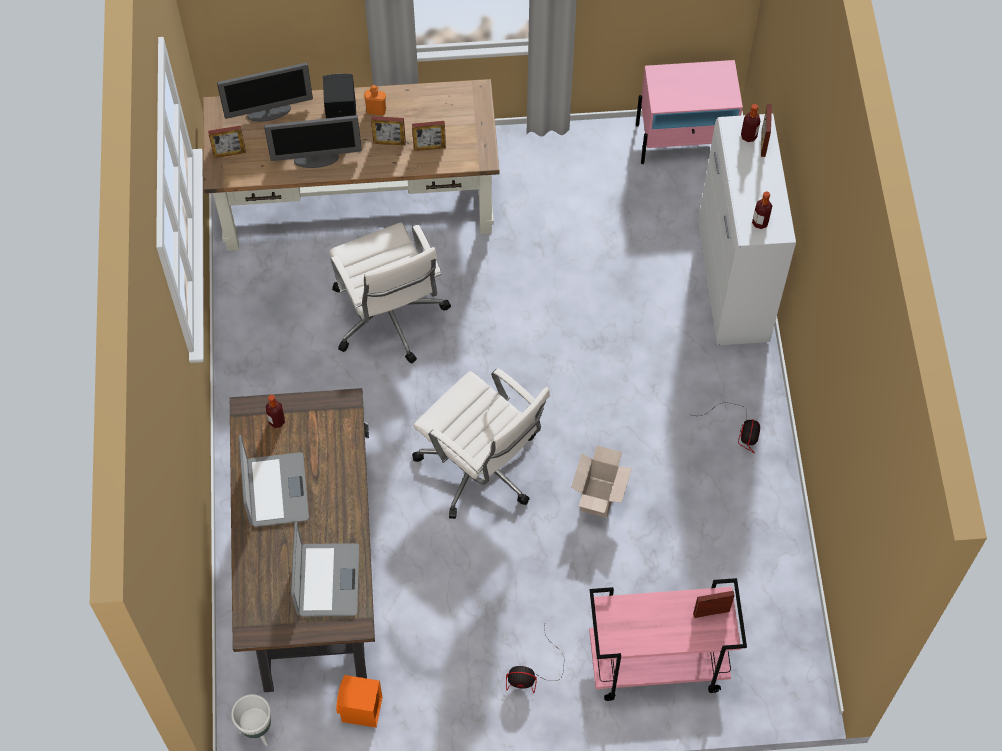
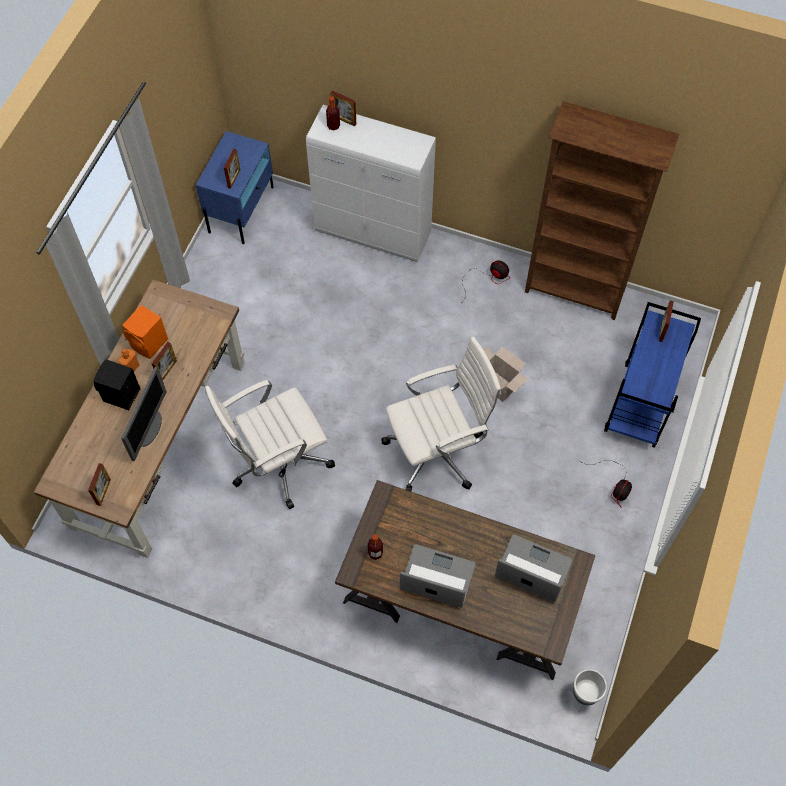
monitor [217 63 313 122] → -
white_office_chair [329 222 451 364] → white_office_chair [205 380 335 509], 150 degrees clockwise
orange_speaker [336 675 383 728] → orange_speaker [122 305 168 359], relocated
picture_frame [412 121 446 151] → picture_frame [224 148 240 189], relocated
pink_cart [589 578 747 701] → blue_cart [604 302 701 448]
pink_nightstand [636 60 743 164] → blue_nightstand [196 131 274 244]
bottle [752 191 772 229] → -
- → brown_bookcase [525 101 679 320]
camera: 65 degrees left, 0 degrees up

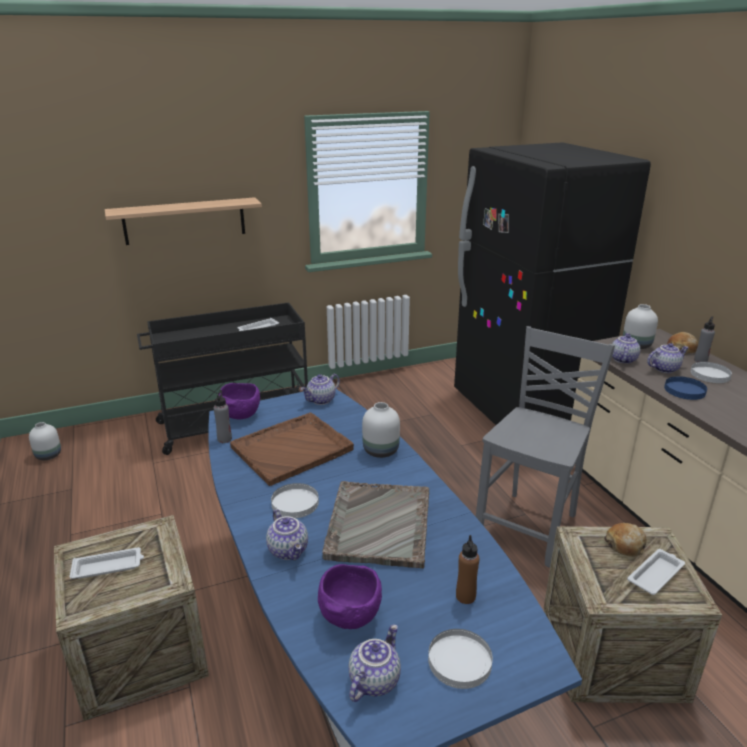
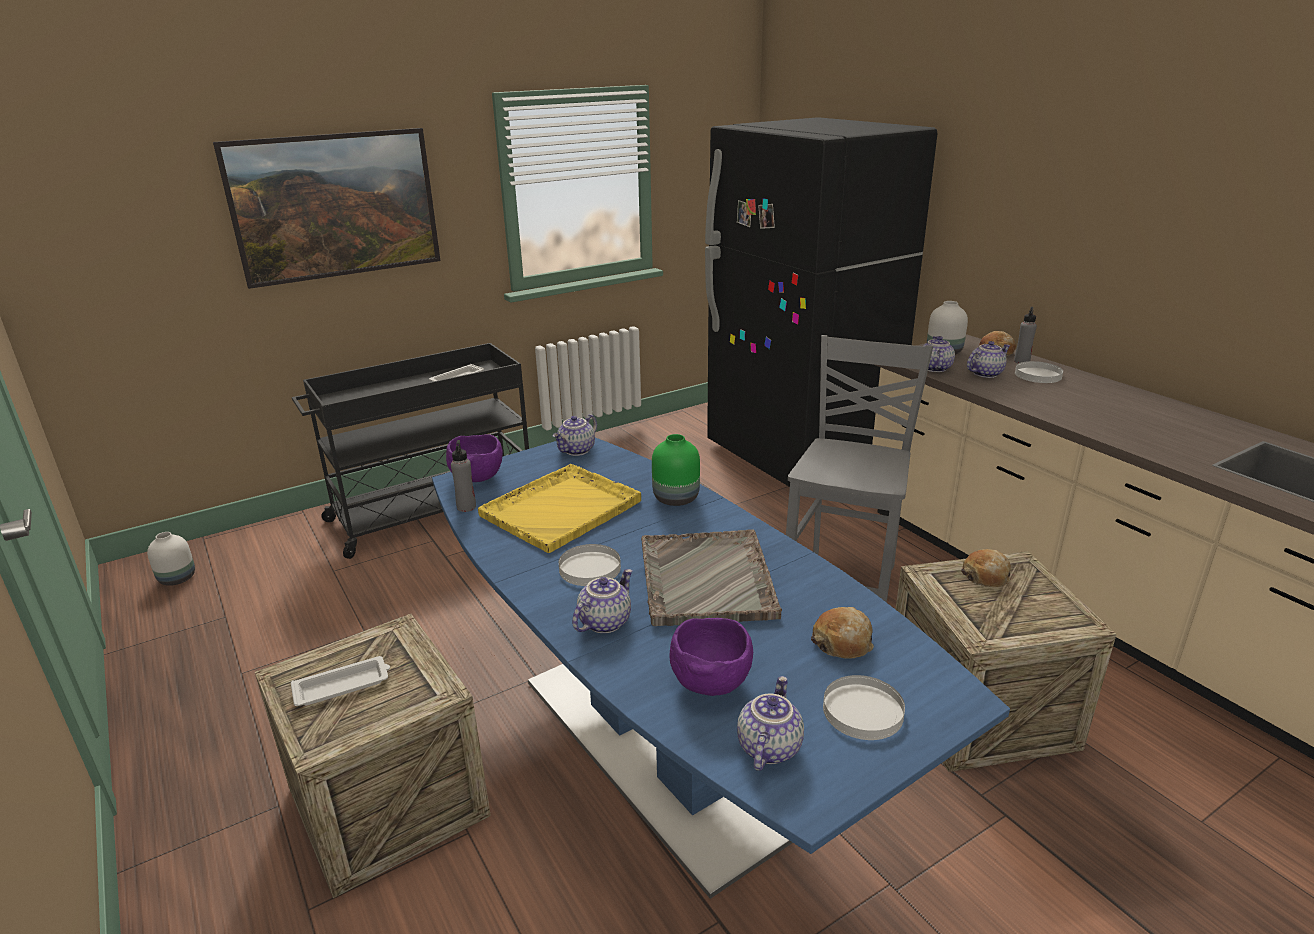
shelf [105 197 262 245] → picture [213 128 441 289]
brown_tray [230 412 354 486] → yellow_tray [478 464 641 553]
teapot [266 509 308 560] → teapot [572 569 633 633], 105 degrees counterclockwise
white_vase [362 402 400 458] → green_vase [652 434 700 506]
brown_bottle [456 535 480 604] → bread [811 607 874 659]
white_tray [627 549 685 595] → -
blue_plate [664 376 707 400] → -
camera: 10 degrees left, 0 degrees up

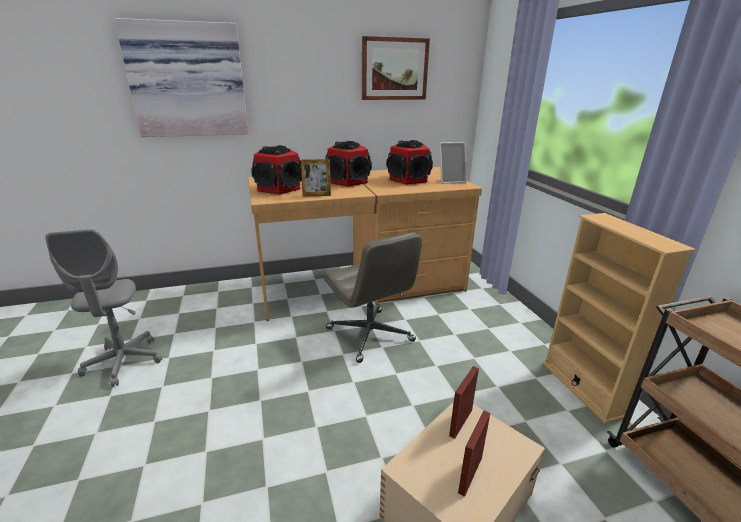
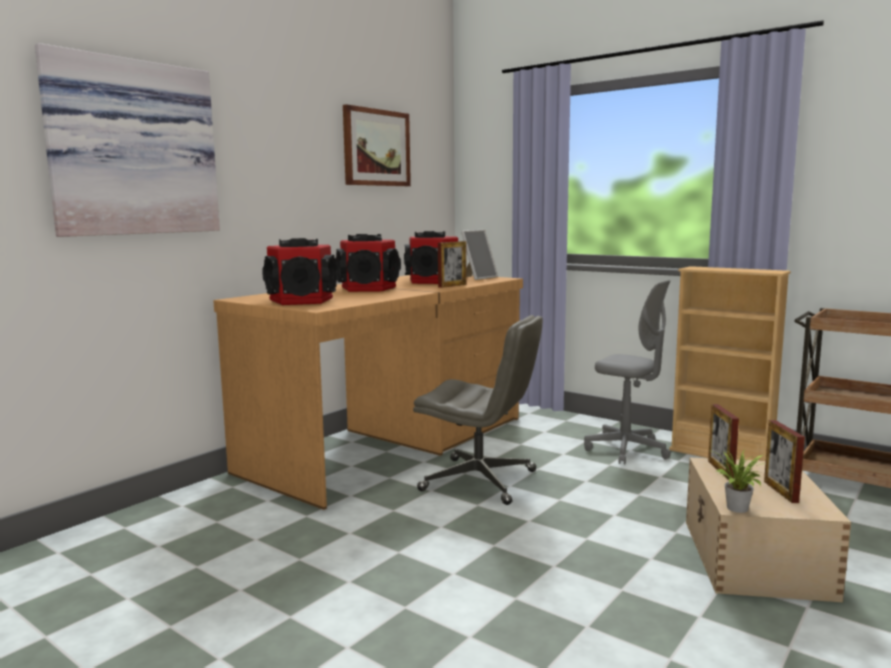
grey_office_chair [45 230 162 387] → grey_office_chair [584 280 671 465], relocated
picture_frame [301 159 331 197] → picture_frame [438 241 466 288], relocated
- → potted_plant [711 451 763 513]
camera: 35 degrees left, 15 degrees down

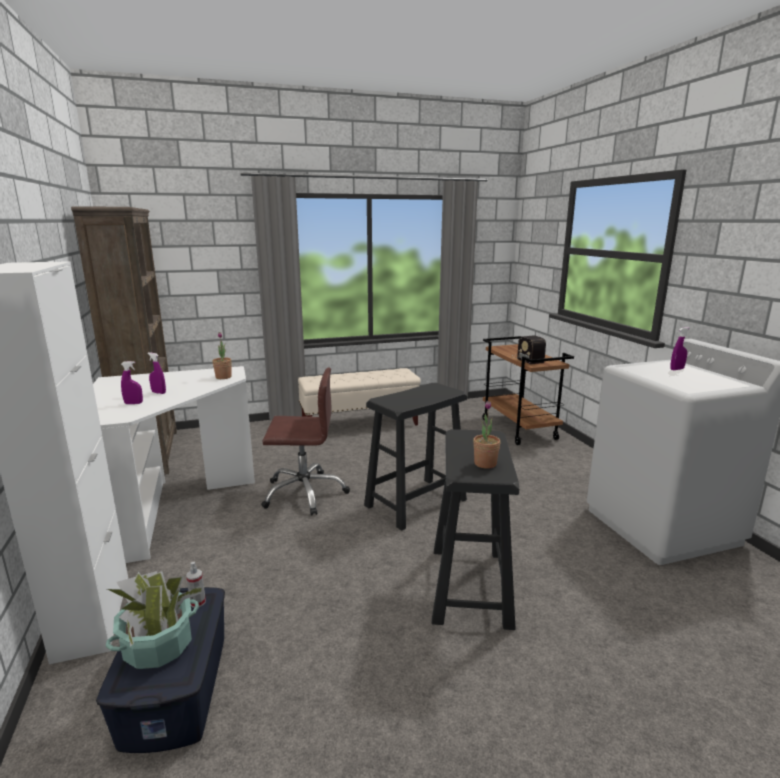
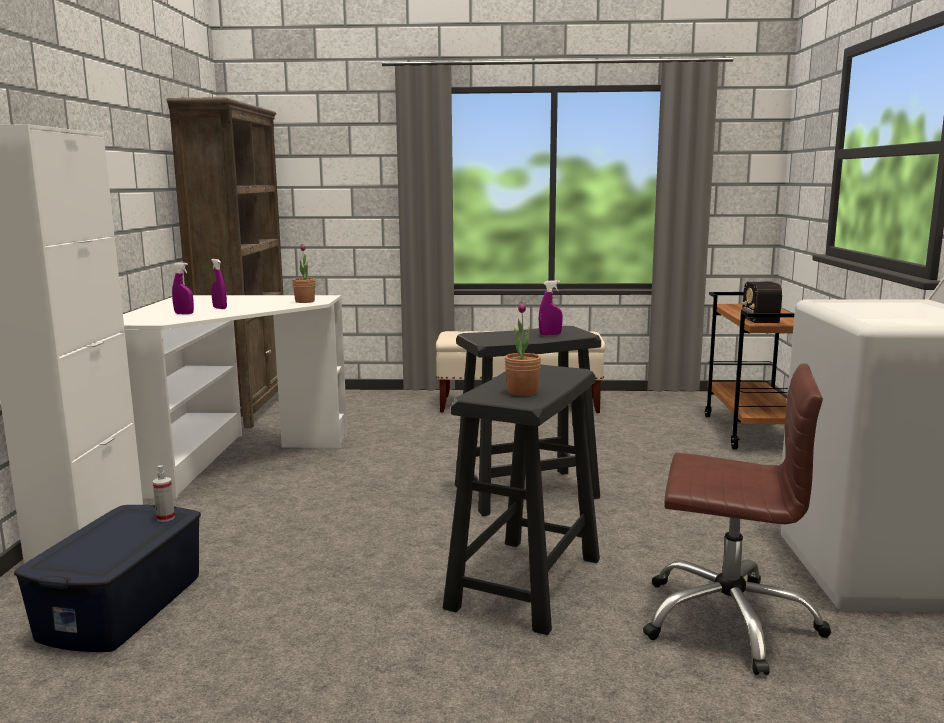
potted_plant [106 571 204 669] → -
brown_office_chair [261 367 350 516] → brown_office_chair [643 364 831 675], relocated
purple_spray_bottle [670 327 690 370] → purple_spray_bottle [539 280 563 335], relocated
camera: 20 degrees right, 5 degrees down

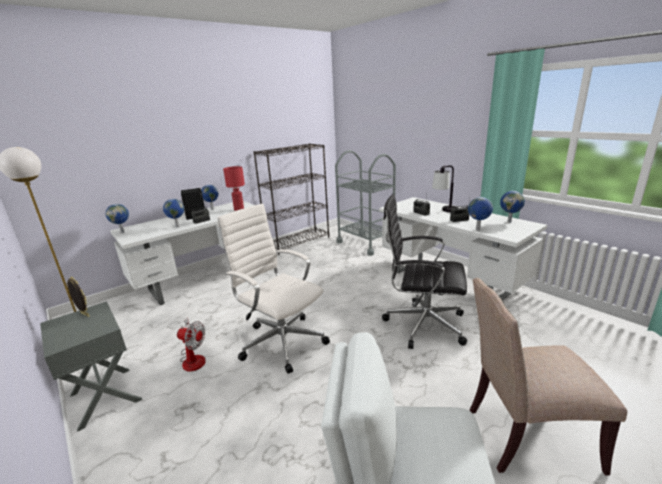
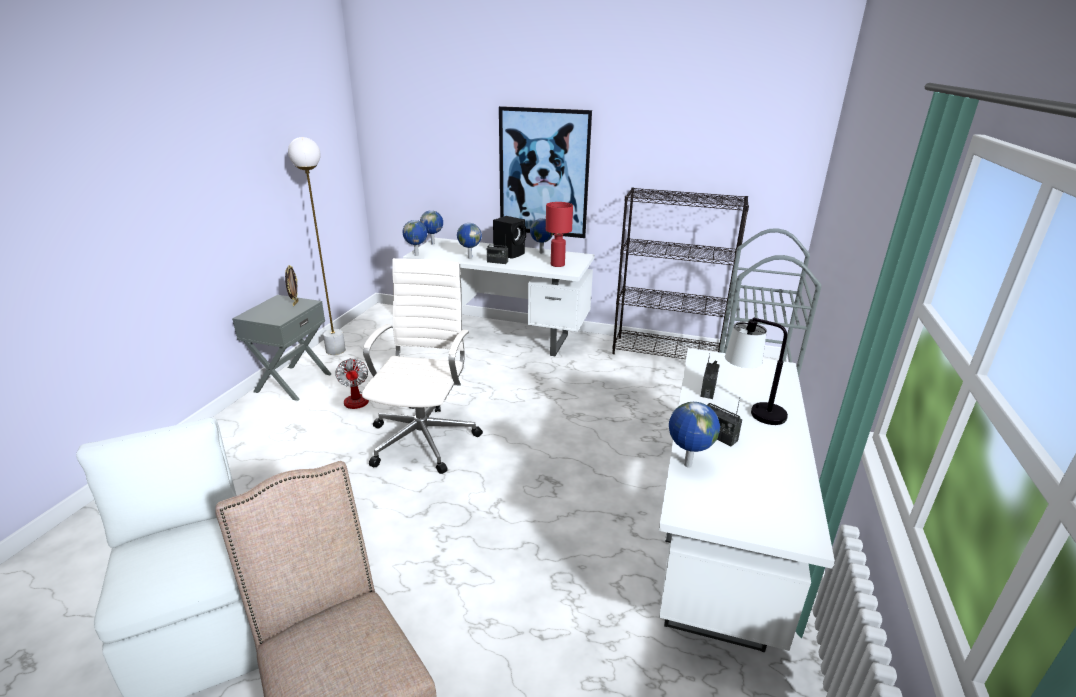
black_office_chair [382 194 467 349] → -
globe [500 191 525 223] → globe [403 220 427 256], relocated
- → picture [499 106 592 238]
camera: 55 degrees right, 5 degrees up

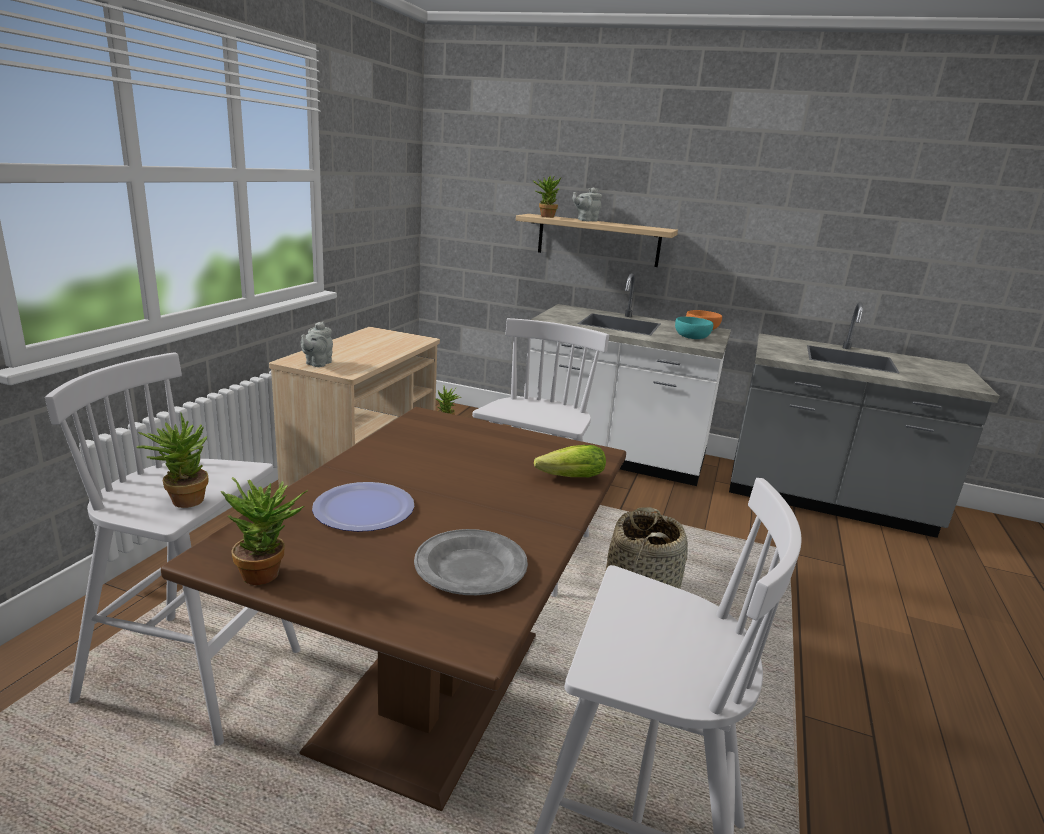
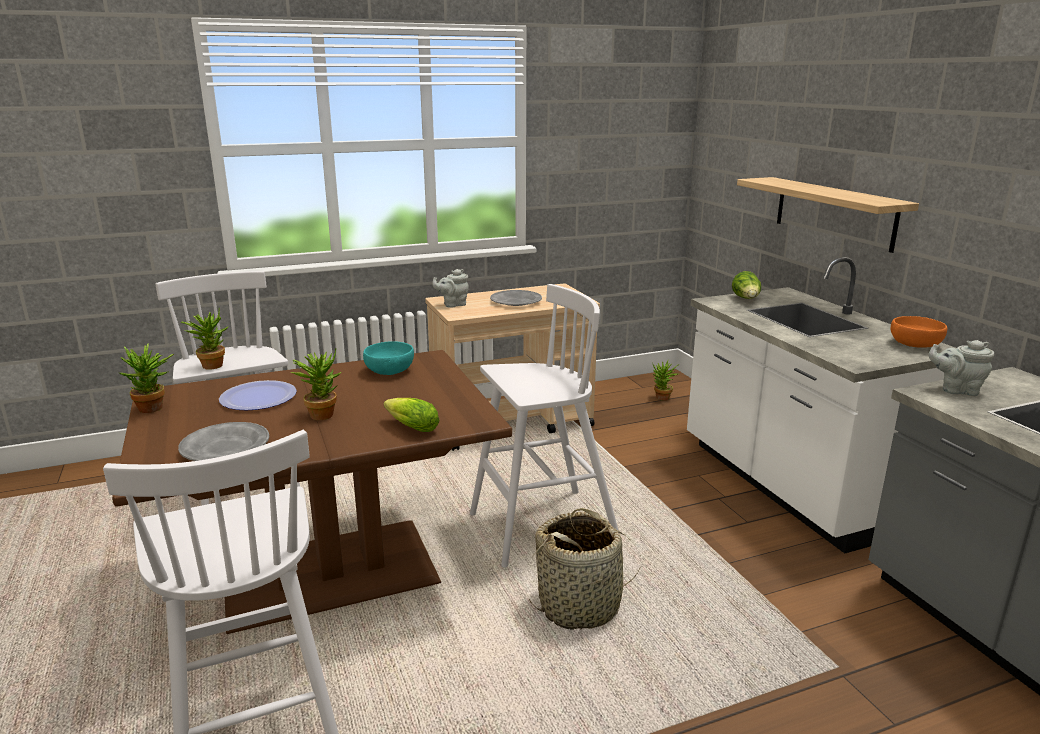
potted_plant [534 175 561 218] → potted_plant [291 349 341 420], relocated
grey_teapot [573 187 602 222] → grey_teapot [929 340 994 396], relocated
turquoise_bowl [675 317 713 339] → turquoise_bowl [363 341 414 375], relocated
- → grey_plate [490 290 542 306]
- → lettuce [732 271 761 299]
camera: 50 degrees right, 0 degrees up

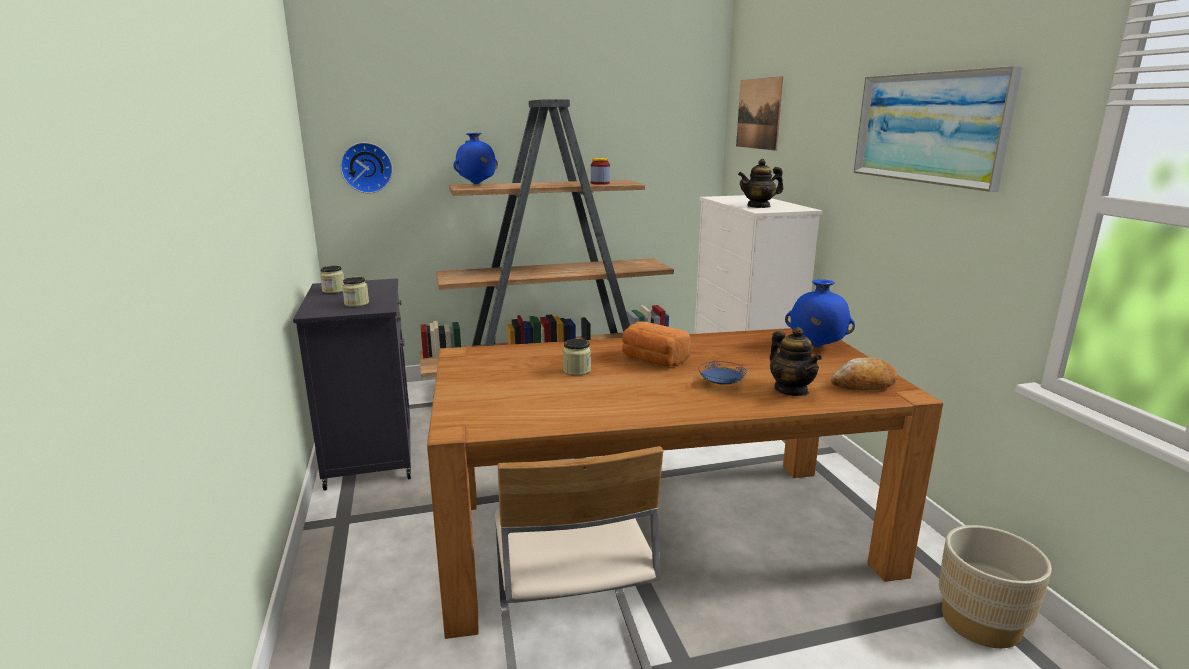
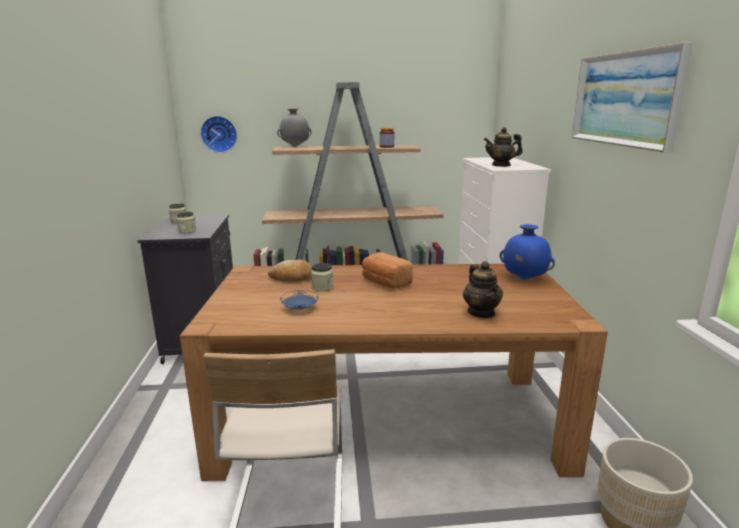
blue_vase [453 133 498 184] → grey_vase [277 108 312 147]
blue_plate [698 361 747 385] → blue_plate [280 290 319 309], relocated
picture [736 76 783 151] → -
bread [831 357 897 390] → bread [268 260 313 281], relocated
camera: 10 degrees right, 0 degrees up

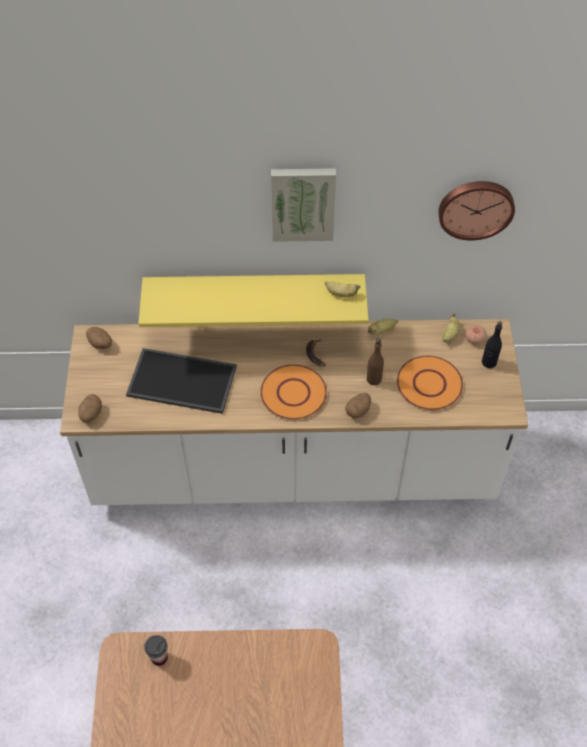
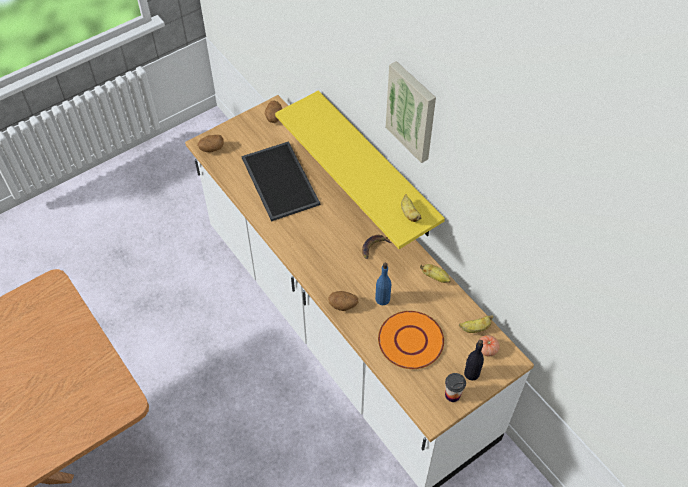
cup [144 635 168 666] → cup [445 373 466 402], relocated
orange_plate [260 364 327 420] → -
brown_bottle [367 339 384 385] → blue_bottle [375 263 391 306]
wall_clock [438 181 515 241] → -
camera: 55 degrees right, 0 degrees up

